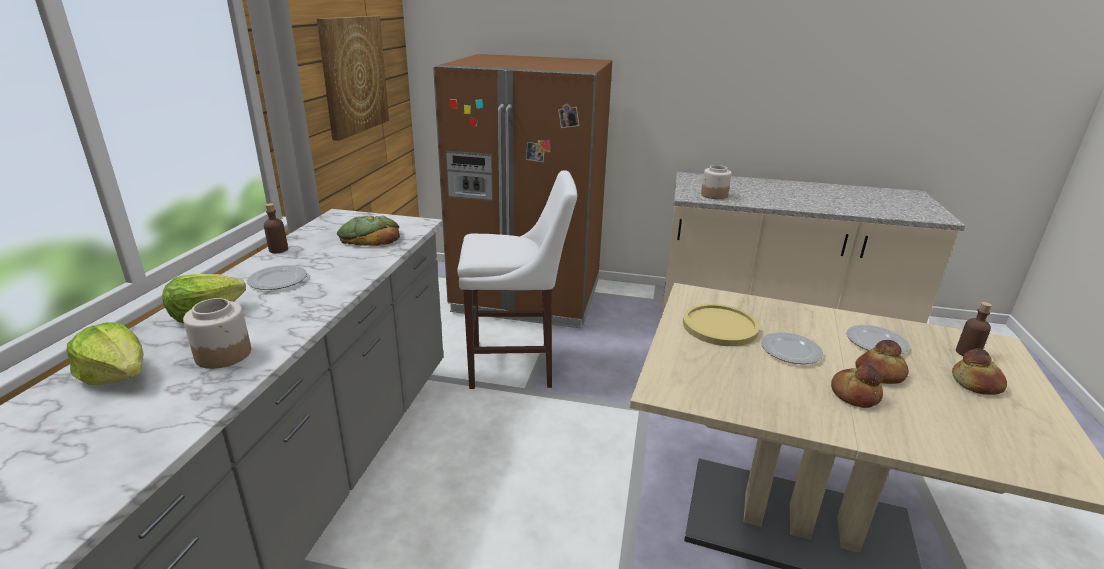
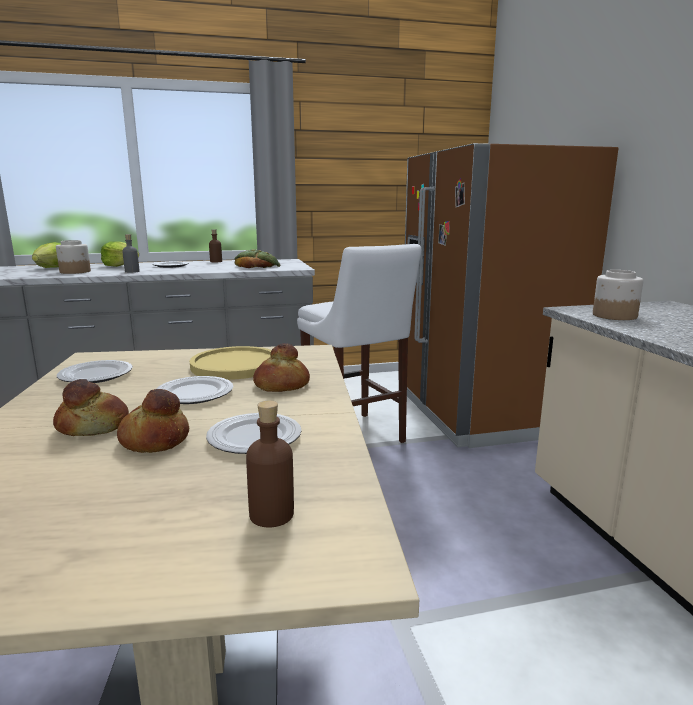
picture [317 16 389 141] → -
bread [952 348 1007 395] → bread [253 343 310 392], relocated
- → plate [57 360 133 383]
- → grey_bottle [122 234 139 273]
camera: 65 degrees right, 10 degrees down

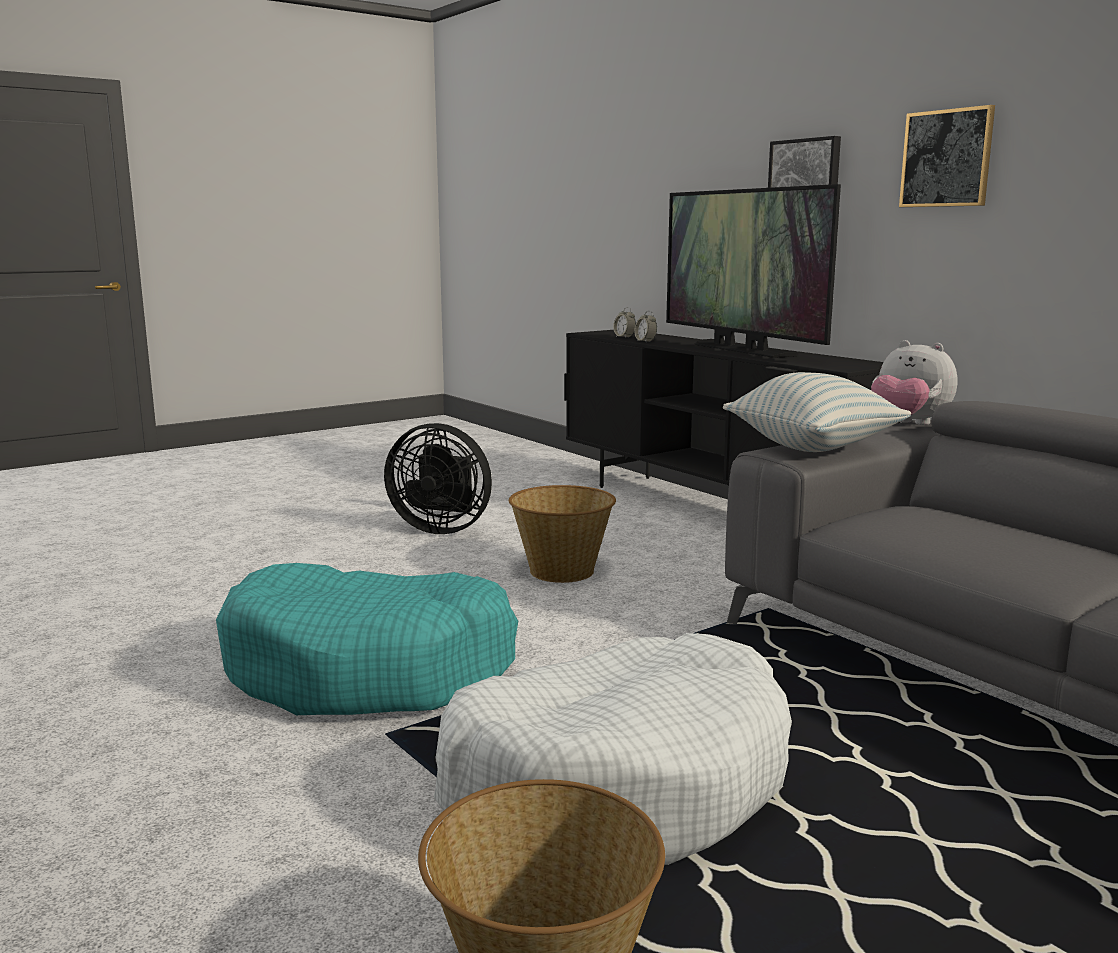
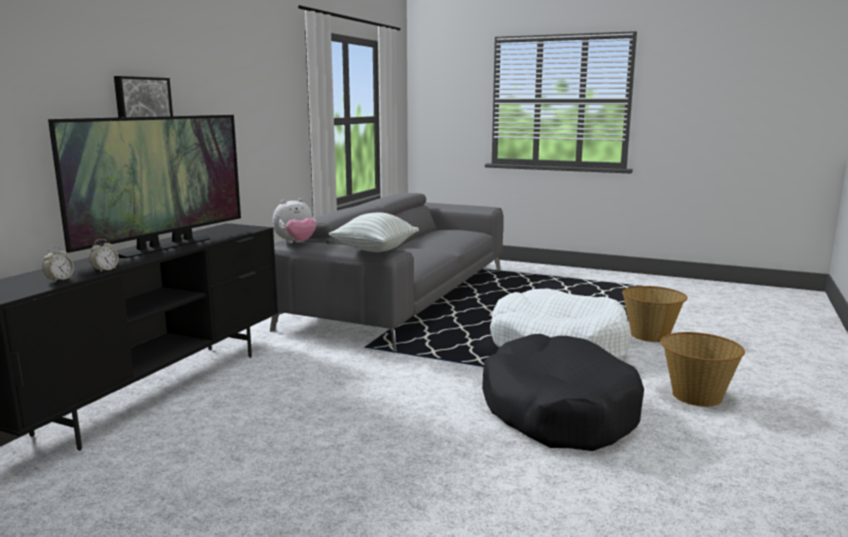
turquoise_dog_bed [216 563 518 715] → black_dog_bed [482 334 644 451]
black_fan [384 423 492 534] → -
basket [509 485 616 583] → basket [660 332 745 407], relocated
plush_toy [871 340 957 425] → plush_toy [272 198 316 244], 45 degrees clockwise
picture [899 105 995 207] → -
camera: 120 degrees left, 0 degrees up

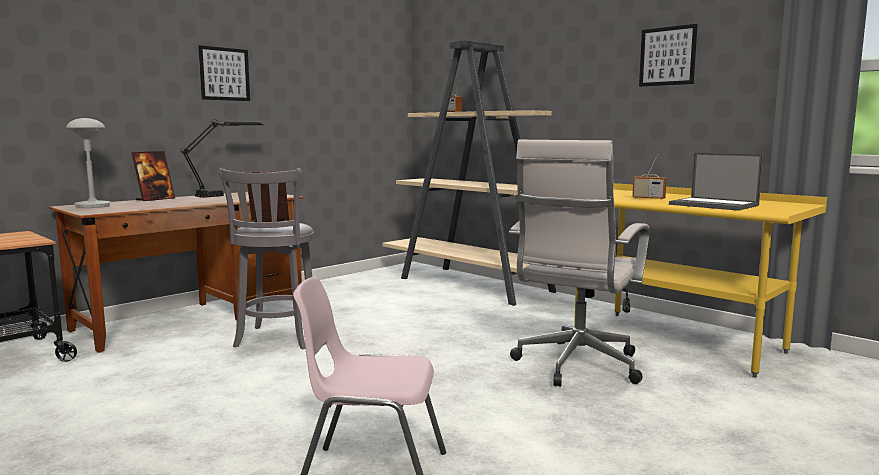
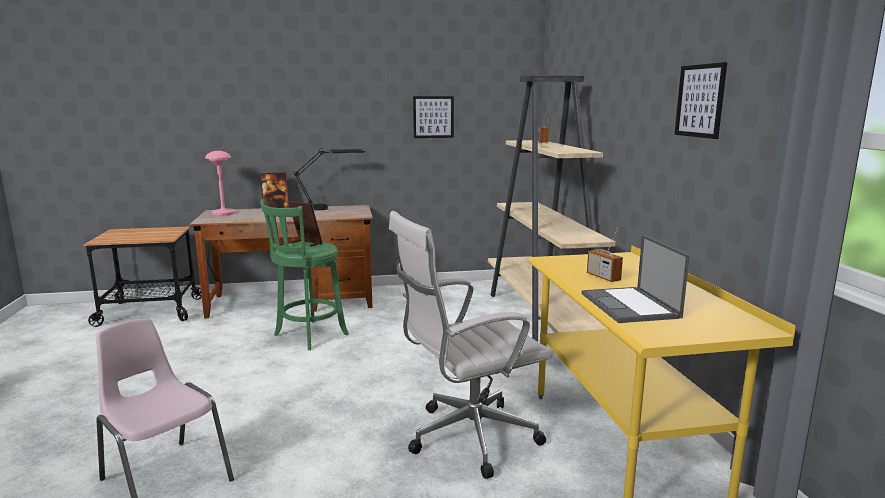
grey_table_lamp [66 118 111 208] → pink_table_lamp [205 151 236 216]
picture [198 45 250 101] → picture [413 96 454 138], relocated
grey_stool [219 168 314 349] → green_stool [260 199 349 350]
camera: 35 degrees right, 5 degrees up

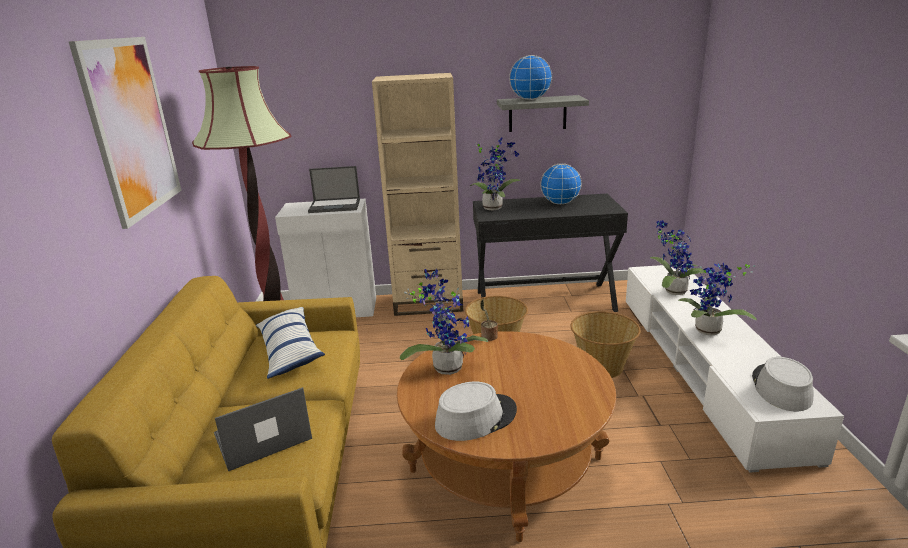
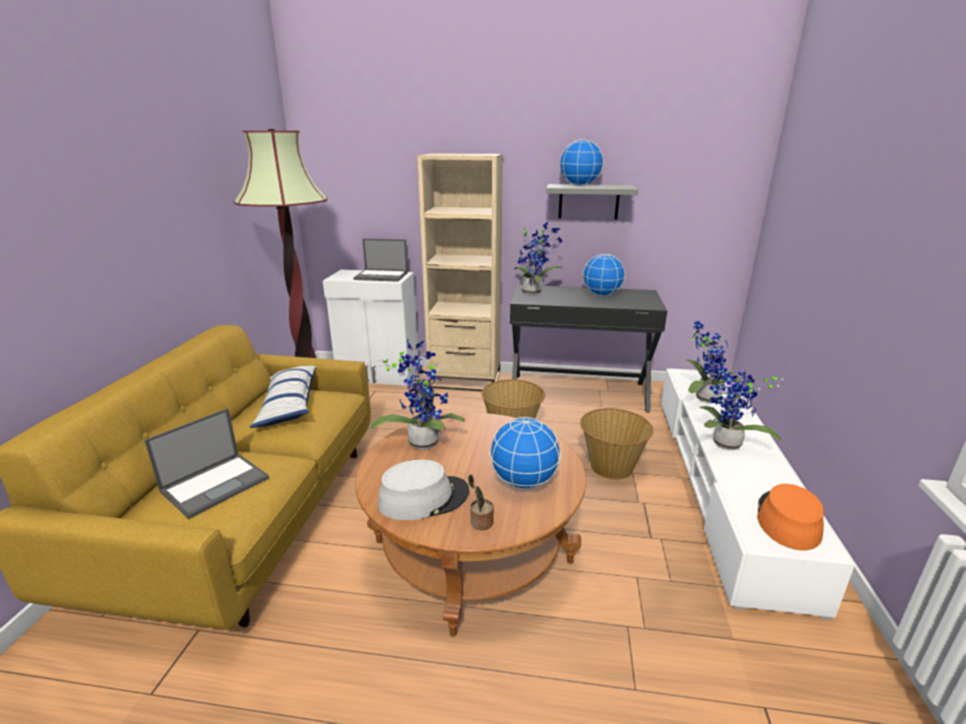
picture [69 37 182 229] → -
laptop [214 387 312 471] → laptop [144 408 269 519], 150 degrees clockwise
potted_plant [480 299 498 341] → potted_plant [468 474 494 530], relocated
grey_hat [752 357 813 411] → orange_hat [757 484 824 550]
- → globe [489 417 561 489]
camera: 10 degrees right, 0 degrees up

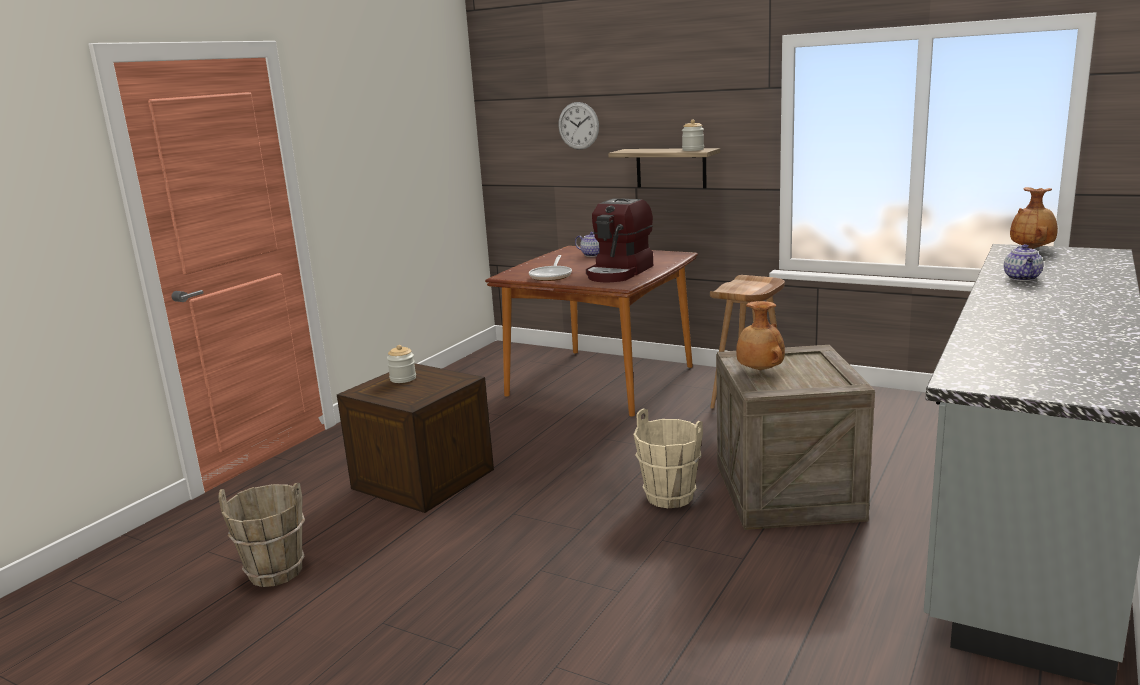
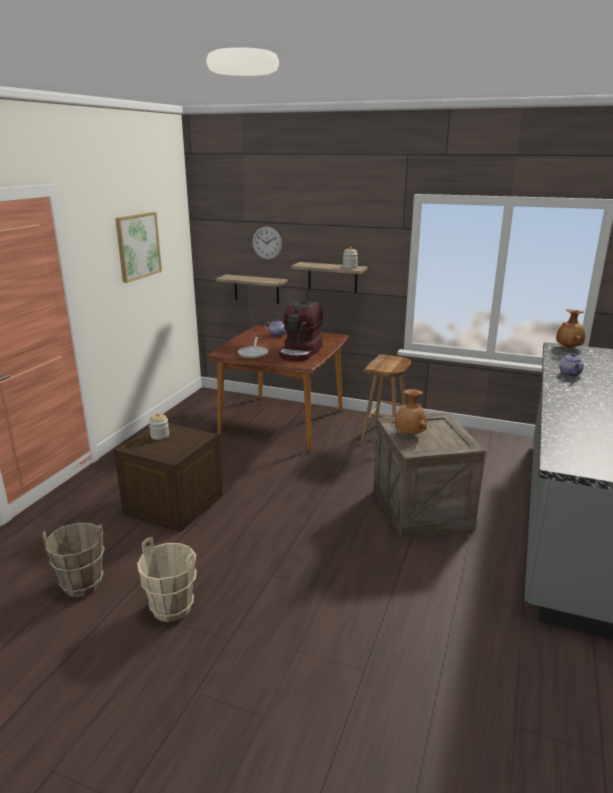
beige_bucket [633 409 703 508] → beige_bucket [137 537 197 622], relocated
- → picture [115 212 162 283]
- → shelf [215 274 288 304]
camera: 10 degrees left, 5 degrees up

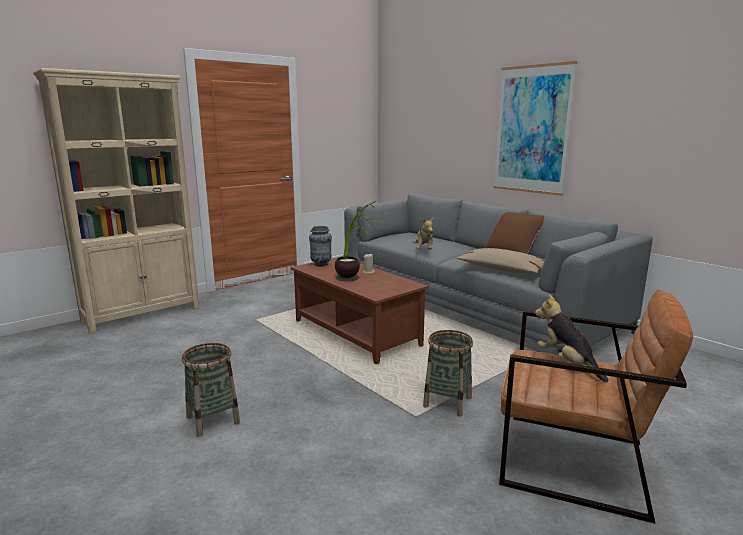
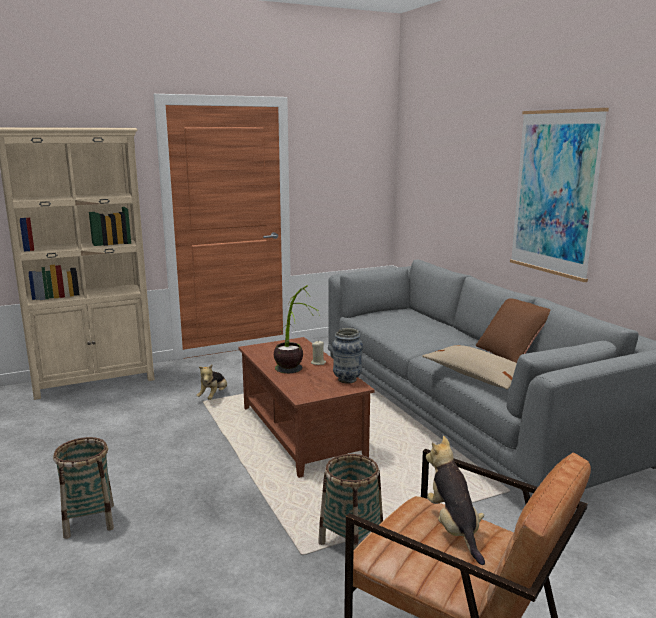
vase [309 226 332 266] → vase [332 328 363 384], relocated
plush_toy [413 218 433 250] → plush_toy [196 364 227 400], relocated
camera: 15 degrees right, 0 degrees up

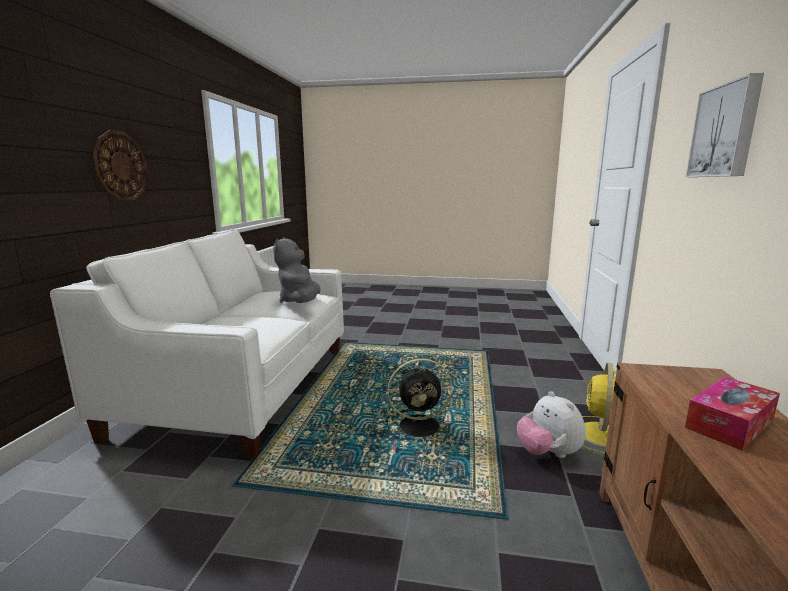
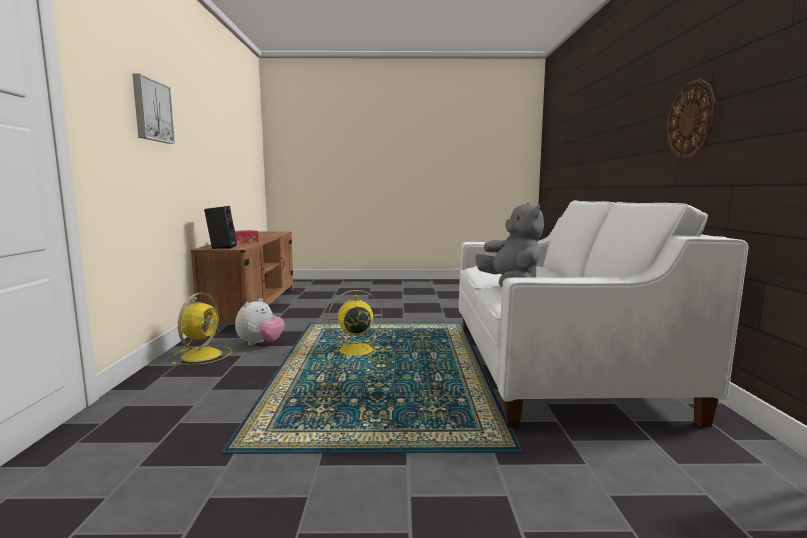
black_fan [386 358 453 442] → yellow_fan [328 290 386 358]
plush_toy [517 391 586 458] → plush_toy [235 298 285 346], 60 degrees clockwise
- → black_speaker [204 206 237 249]
camera: 170 degrees right, 5 degrees down

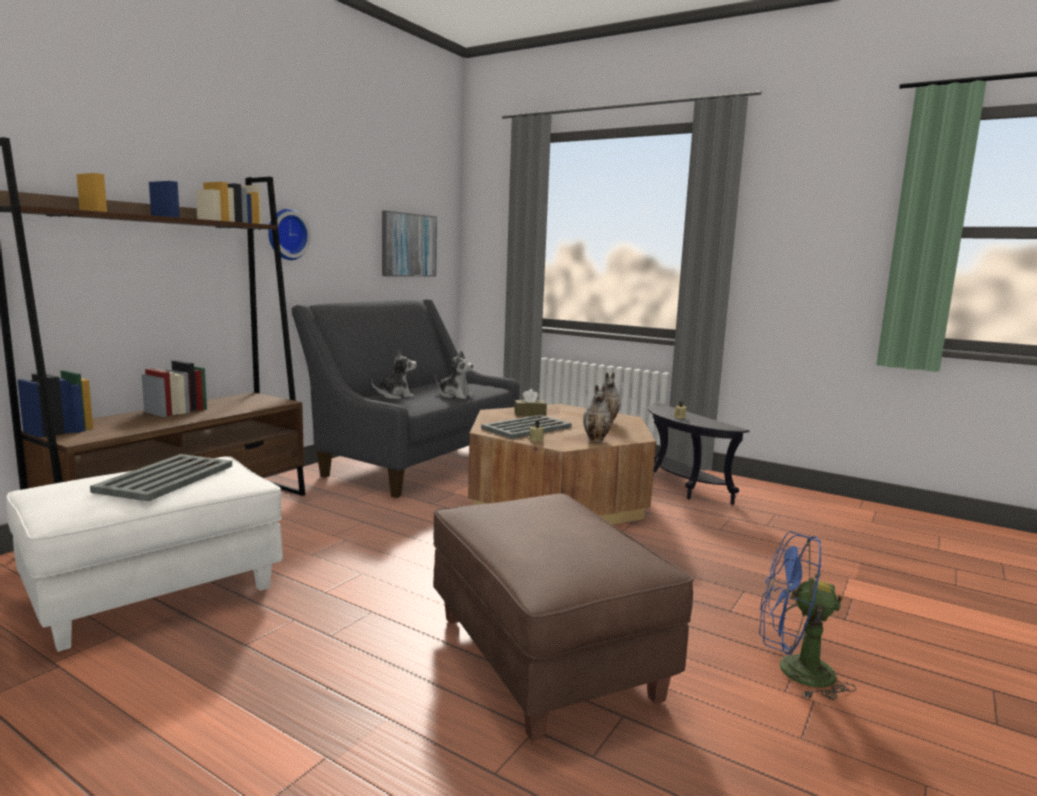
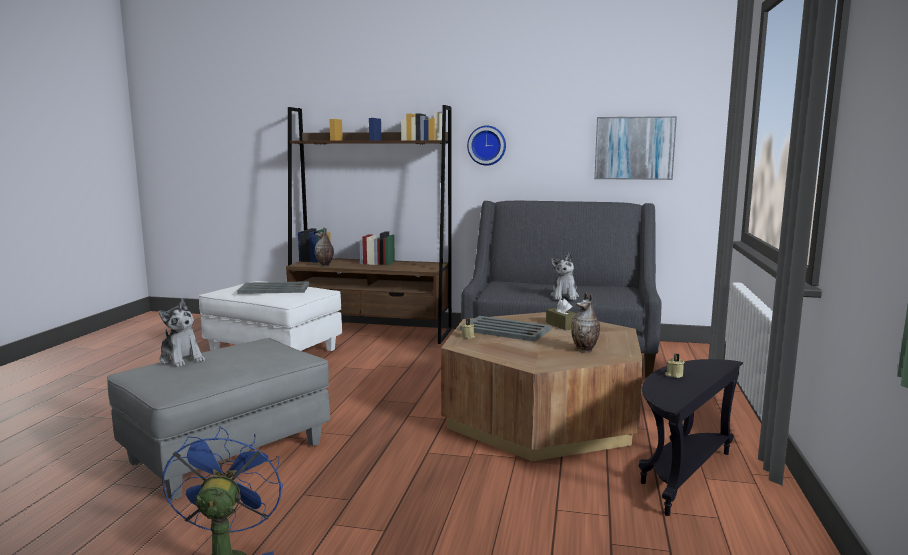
plush_toy [371 349 417 399] → plush_toy [159 298 205 367], relocated
brown_ottoman [433 494 694 742] → grey_ottoman [107 338 330 501]
vase [583 384 612 442] → vase [315 228 334 267], relocated
camera: 70 degrees right, 0 degrees up

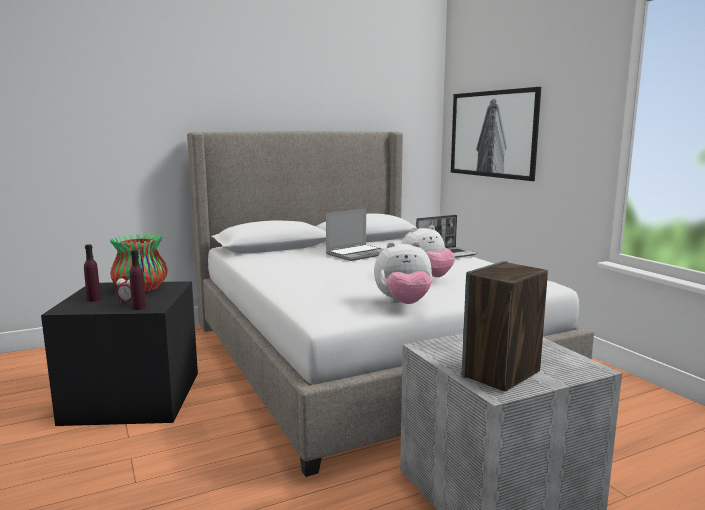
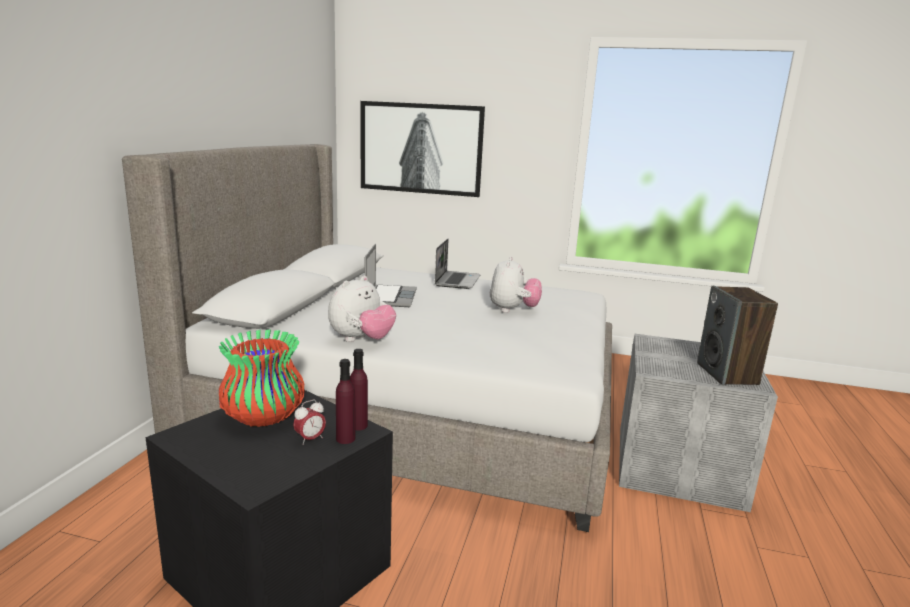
purple_bottle [84 244 101 302] → purple_bottle [350 349 368 430], relocated
plush_toy [374 241 432 304] → plush_toy [328 276 396 342], relocated
camera: 50 degrees left, 5 degrees up

